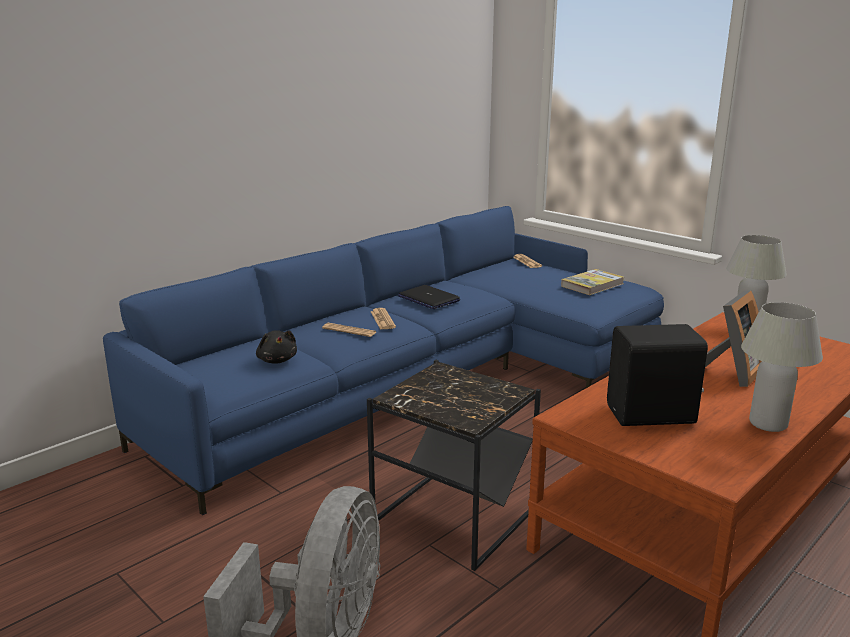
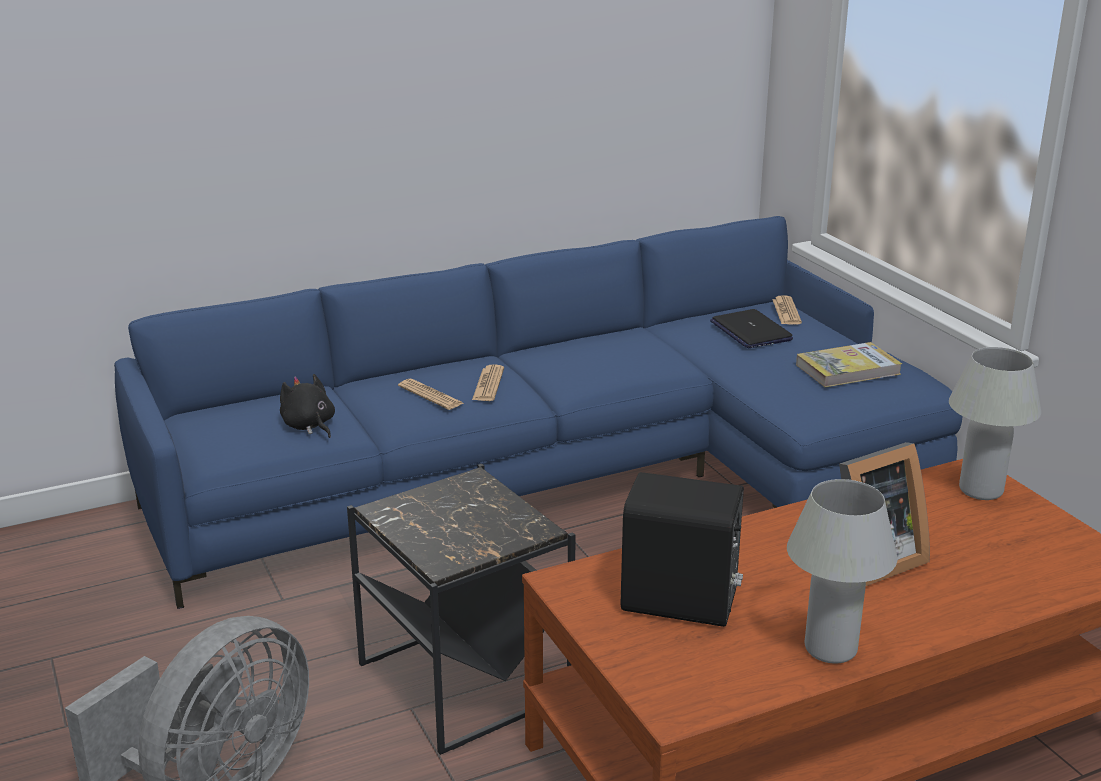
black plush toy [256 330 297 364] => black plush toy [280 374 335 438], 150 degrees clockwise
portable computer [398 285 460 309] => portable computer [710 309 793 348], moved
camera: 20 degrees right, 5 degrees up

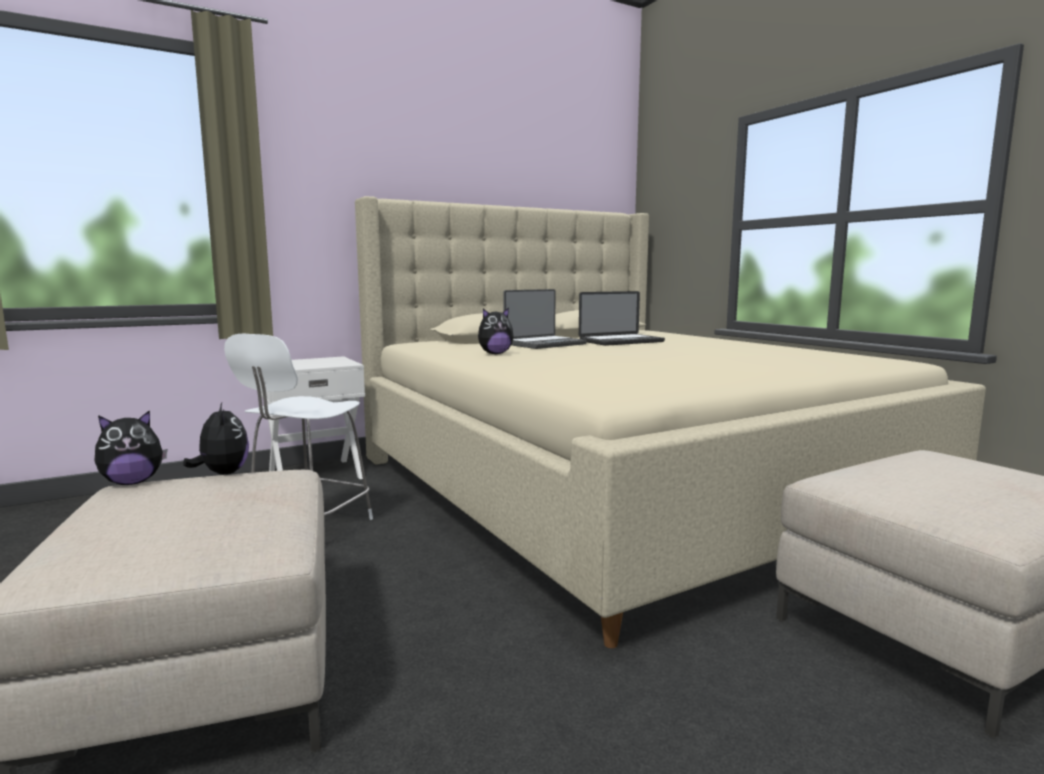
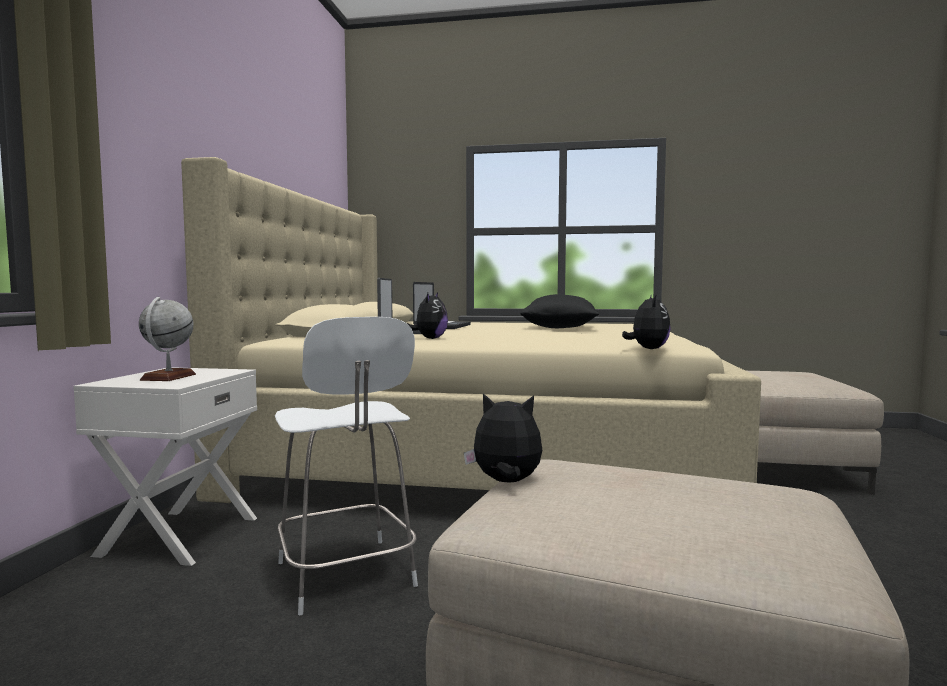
plush toy [95 410 167 485] => plush toy [622 294 671 349], moved
nothing => desk globe [139 297 196 381]
nothing => black pillow [521 294 599 328]
camera: 50 degrees left, 5 degrees down

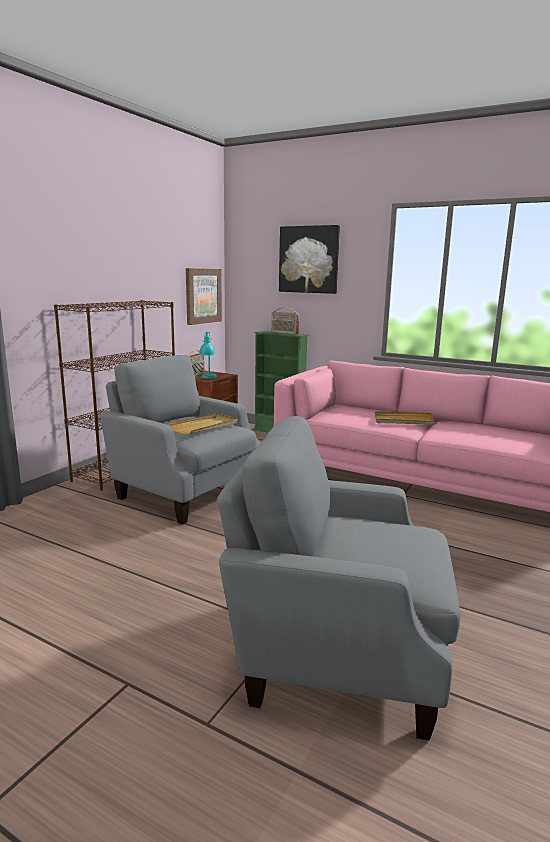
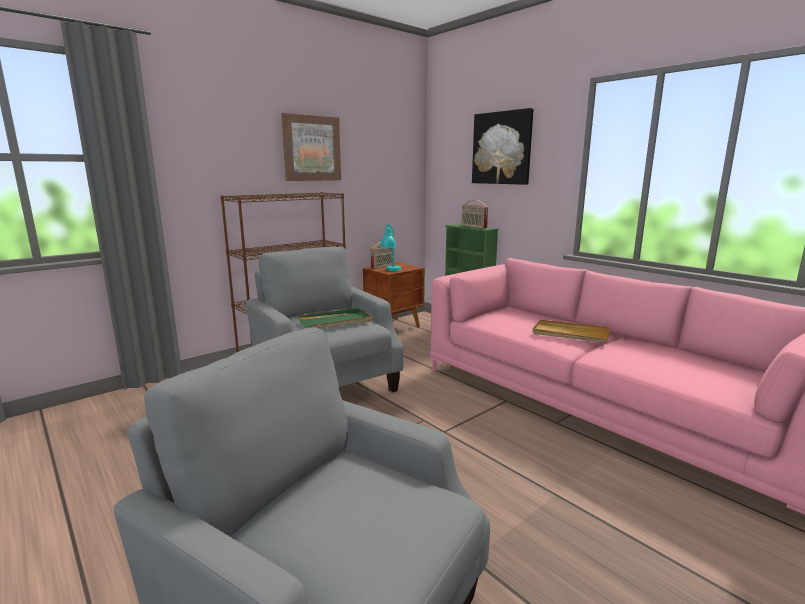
beige tray [167 413 237 435] => green-coloured tray [298 308 373 328]
picture [186 268 222 325] => picture [281 113 341 181], moved
camera: 20 degrees right, 0 degrees up

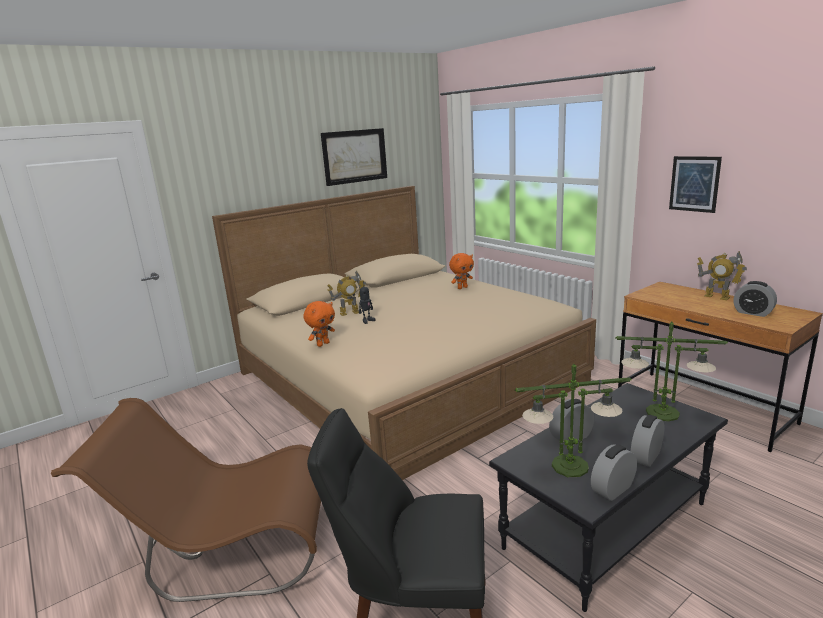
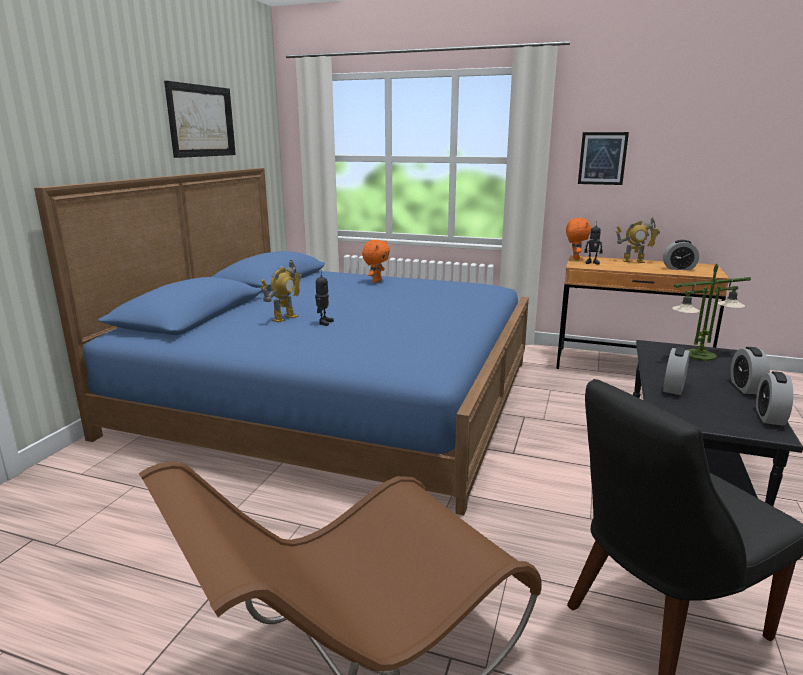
beige sleeping bed [212 186 596 480] => blue-coloured sleeping bed [34 168 529 515]
orangey plush toy [303 301 335 347] => orangey plush toy [566 218 591 260], moved
tabletop lamp [514 364 631 477] => nothing
nothing => robot figure [584 223 603 265]
camera: 35 degrees left, 0 degrees up

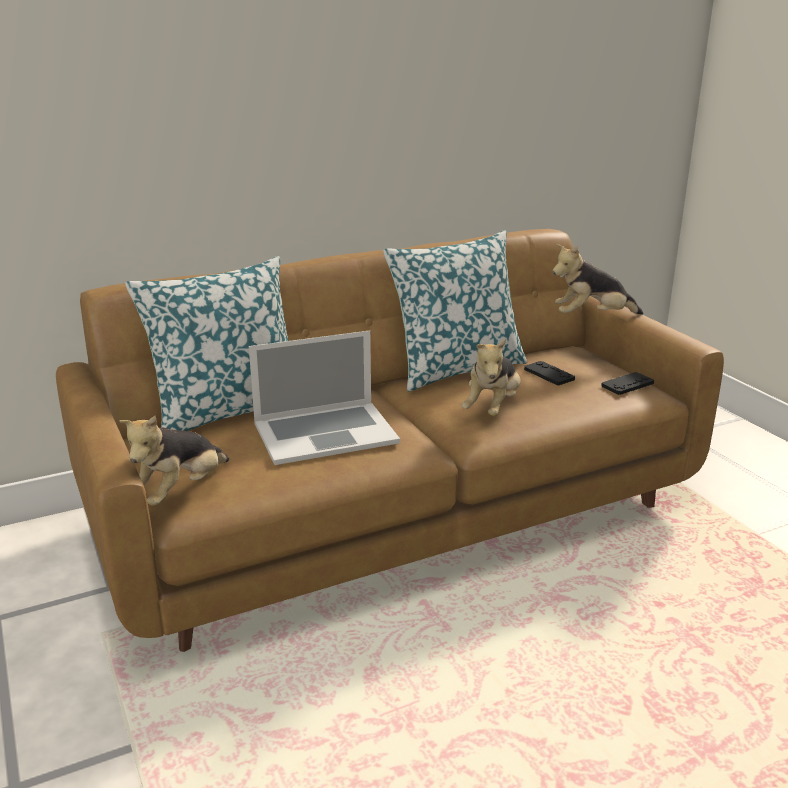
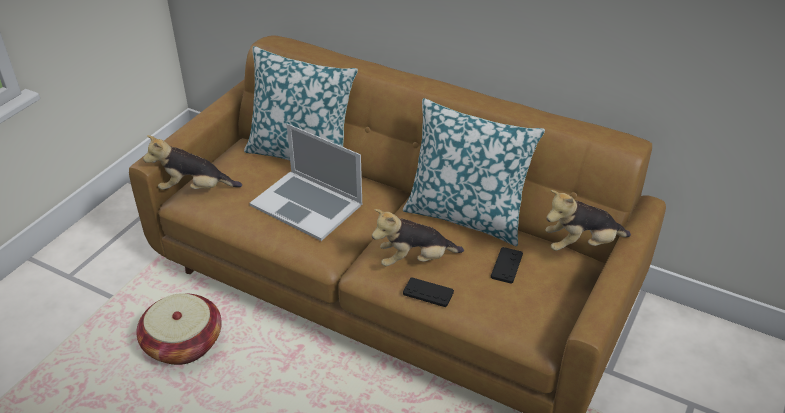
plush toy [552 244 643 315] => plush toy [545 190 631 251], 60 degrees counterclockwise
black game controller [601 372 654 395] => black game controller [403 277 454 307], moved
nothing => storage basket [136 293 222 365]
camera: 55 degrees right, 15 degrees up

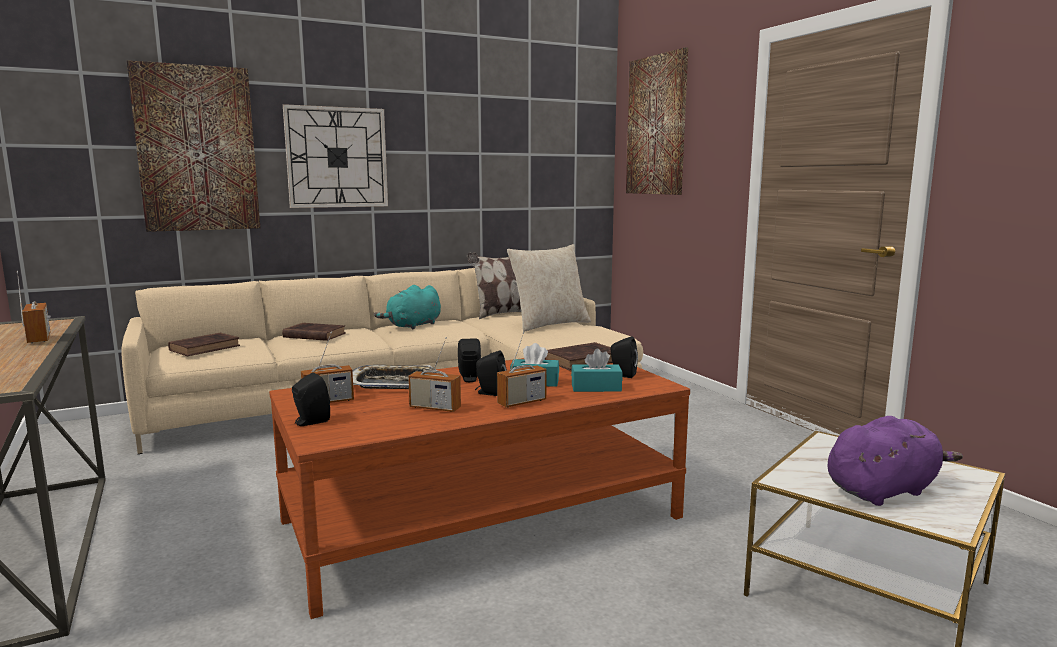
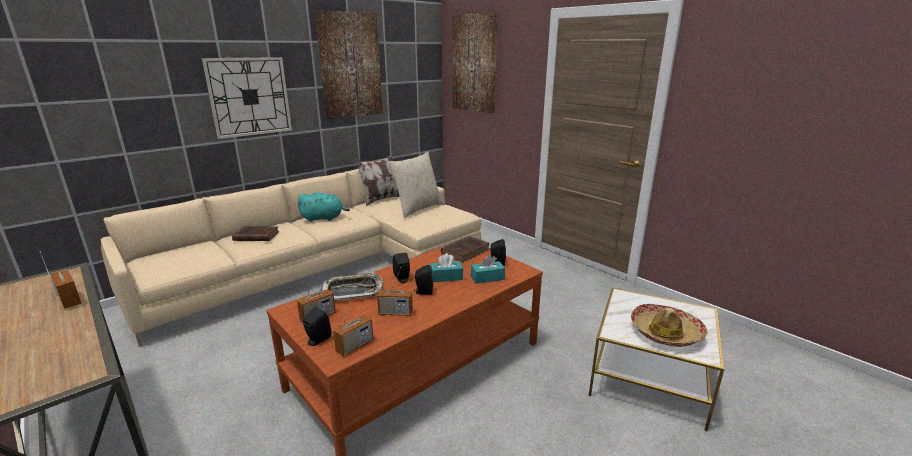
picture [127 60 260 232] => picture [315 10 383 119], moved
brownish bound book [168 333 240 356] => nothing
turquoise-coloured plush toy [374 285 441 329] => turquoise-coloured plush toy [297 192 350 222], 120 degrees counterclockwise
radio [497 332 547 408] => radio [333 294 374 357], moved
purplish plush toy [828 416 963 506] => hat [631 304 708 347]
camera: 15 degrees left, 10 degrees up

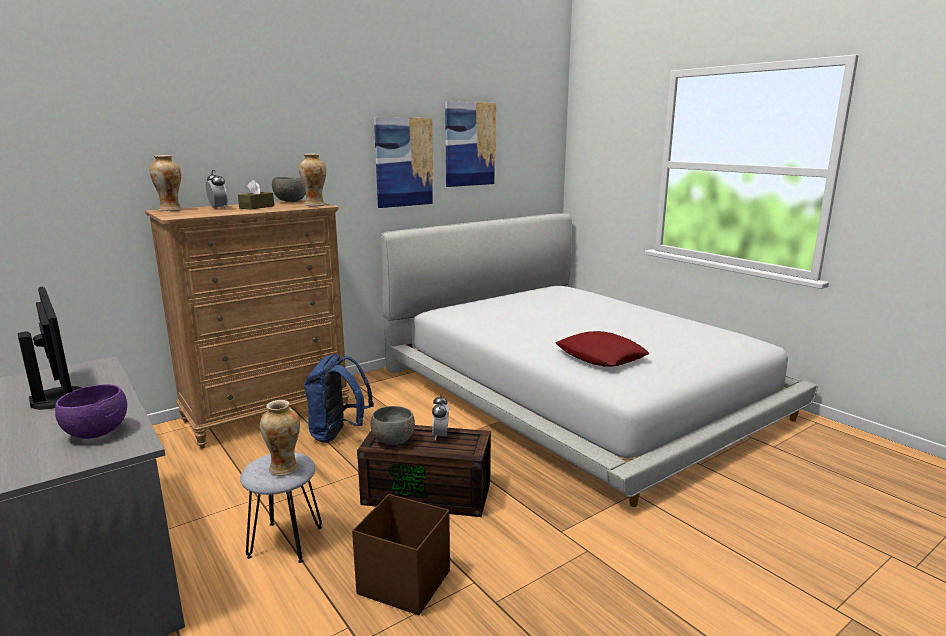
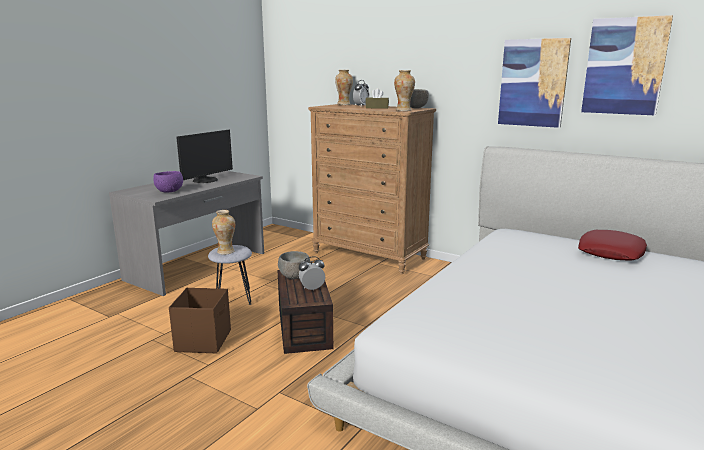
blue-coloured rucksack [304 354 374 443] => nothing
red-coloured pillow [556 331 650 367] => red-coloured pillow [578 230 647 261], moved
camera: 70 degrees right, 0 degrees up

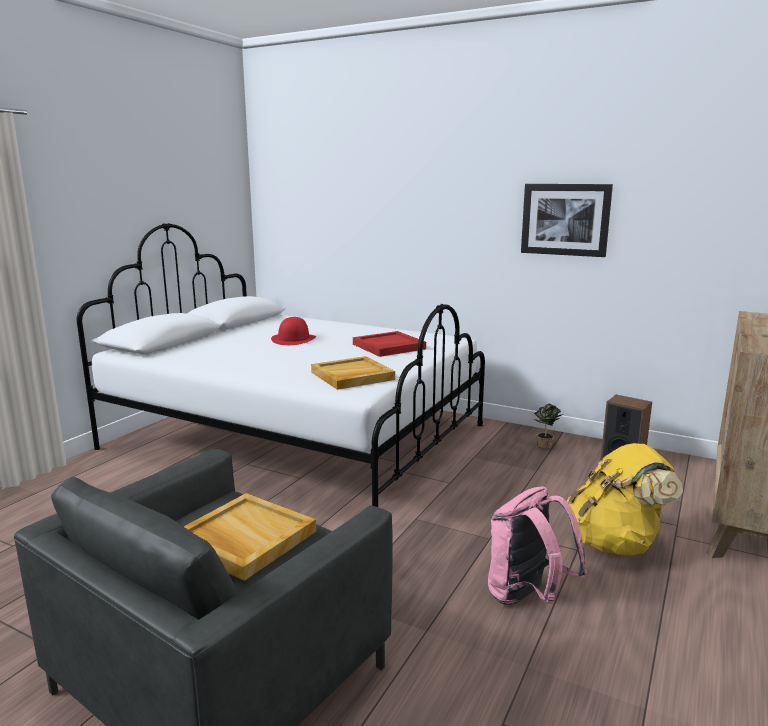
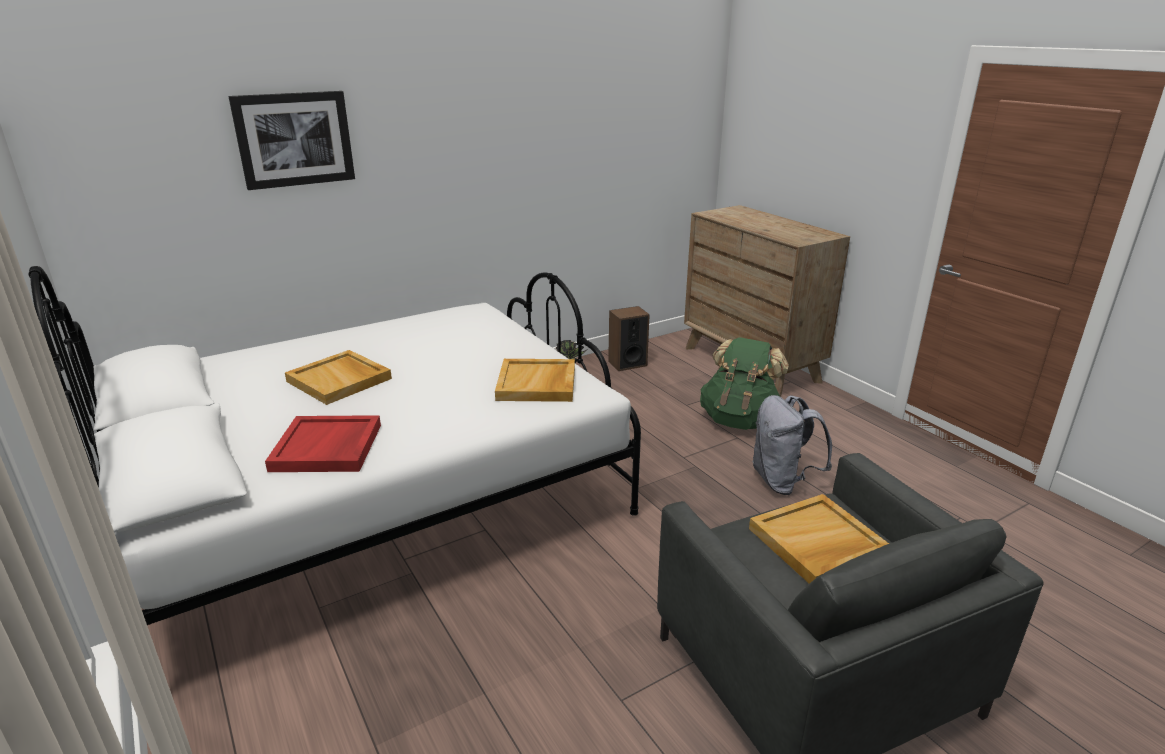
red-coloured hat [271 317 316 345] => beige tray [285 350 392 405]
red-coloured tray [353 331 426 357] => red-coloured tray [265 415 381 472], moved
pinkish rucksack [488 487 586 605] => grey rucksack [752 395 832 495]
picture [521 184 613 257] => picture [229 91 355 190], moved
yellow-coloured rucksack [567 443 683 555] => green-coloured rucksack [700 337 789 430]
camera: 60 degrees left, 10 degrees up

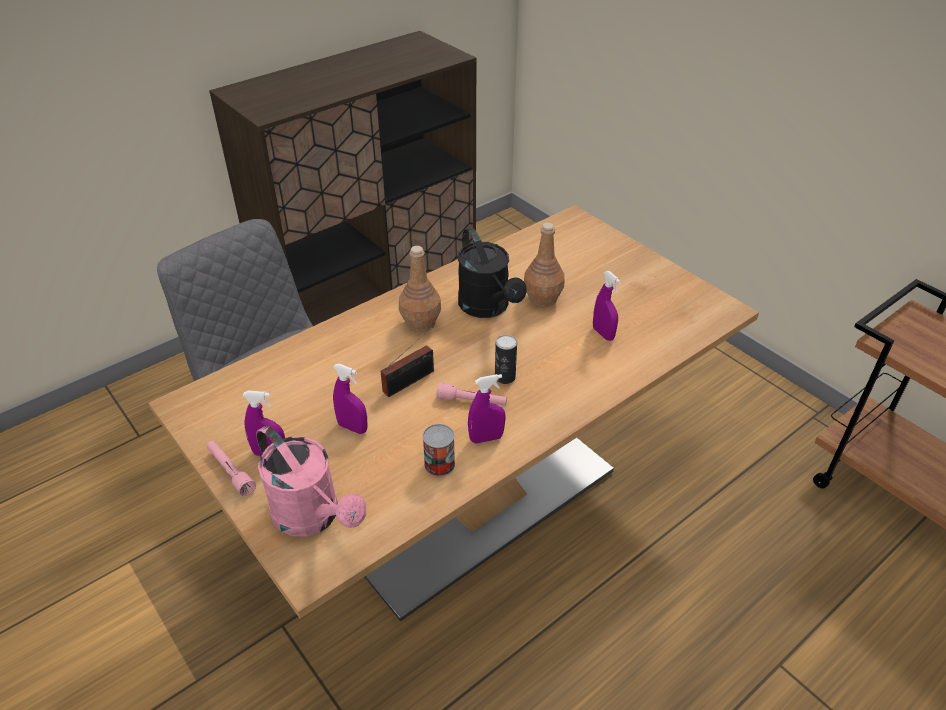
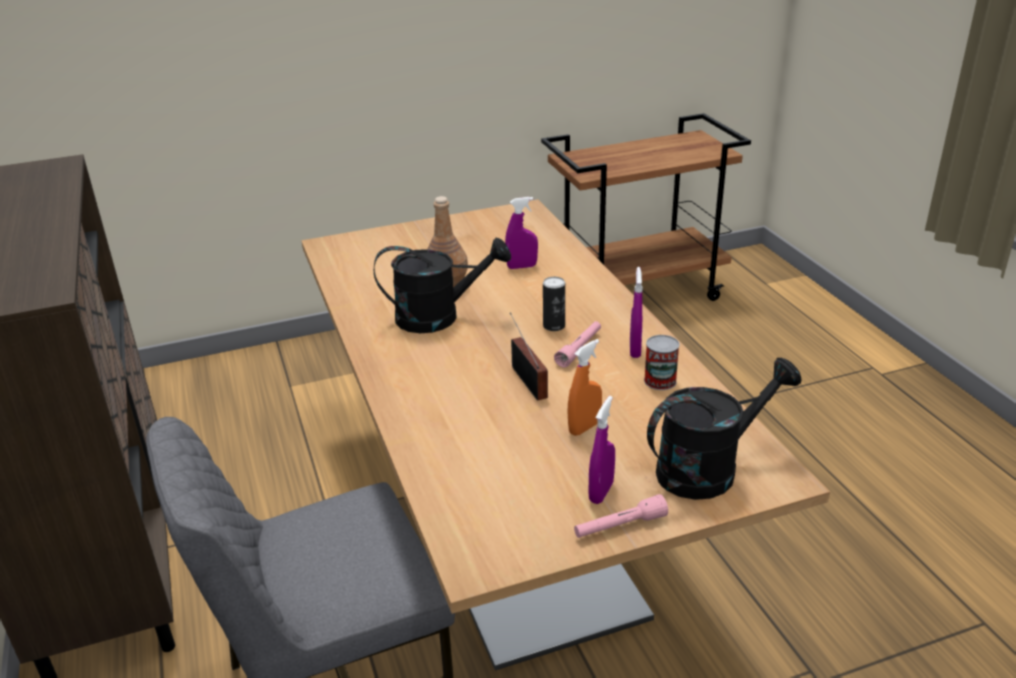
pinkish watering can [256 425 367 536] => black watering can [647 358 802 500]
purplish sprayer [333 364 367 434] => orangey sprayer [567 339 602 436]
brownish beverage bottle [399 246 441 332] => nothing
camera: 70 degrees left, 10 degrees down

